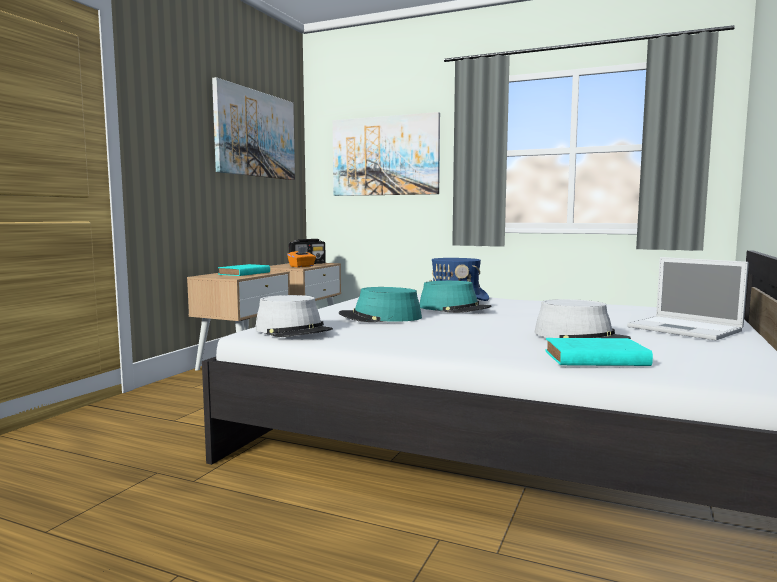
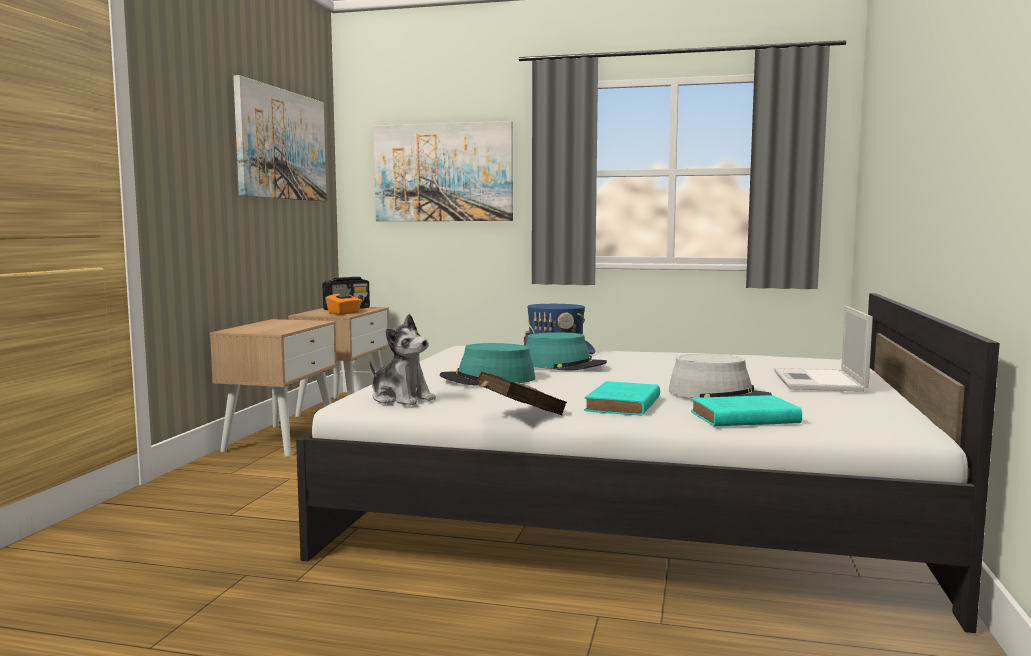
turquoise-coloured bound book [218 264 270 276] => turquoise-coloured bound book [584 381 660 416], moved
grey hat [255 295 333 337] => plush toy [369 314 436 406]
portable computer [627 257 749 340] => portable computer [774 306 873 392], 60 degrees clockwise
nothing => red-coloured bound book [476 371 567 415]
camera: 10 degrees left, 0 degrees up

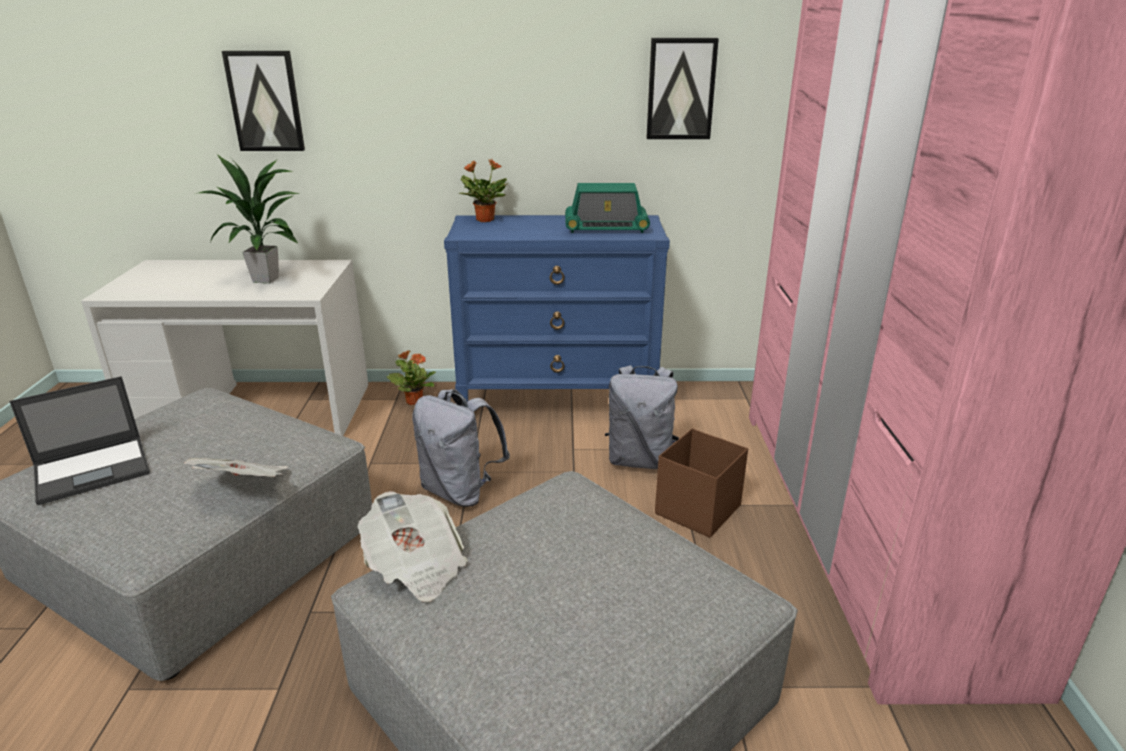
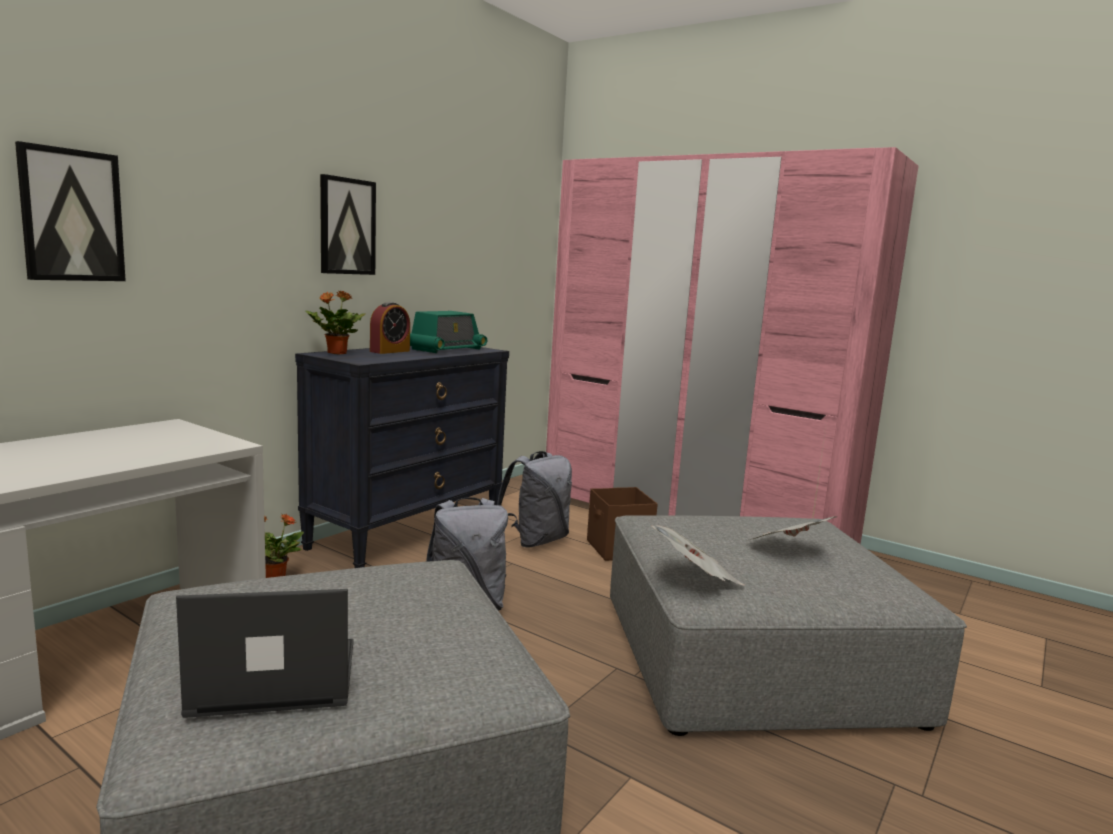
portable computer [9 376 150 505] => portable computer [176 589 354 718], 105 degrees counterclockwise
newspaper [184 458 287 477] => newspaper [750 516 836 540], moved
houseplant [193 154 299 284] => nothing
blue-coloured dresser [444 215 670 402] => black dresser [295 346 509 568]
picture [646 38 719 139] => picture [320 174 376 275], moved
nothing => table clock [370 302 410 354]
camera: 55 degrees left, 15 degrees down

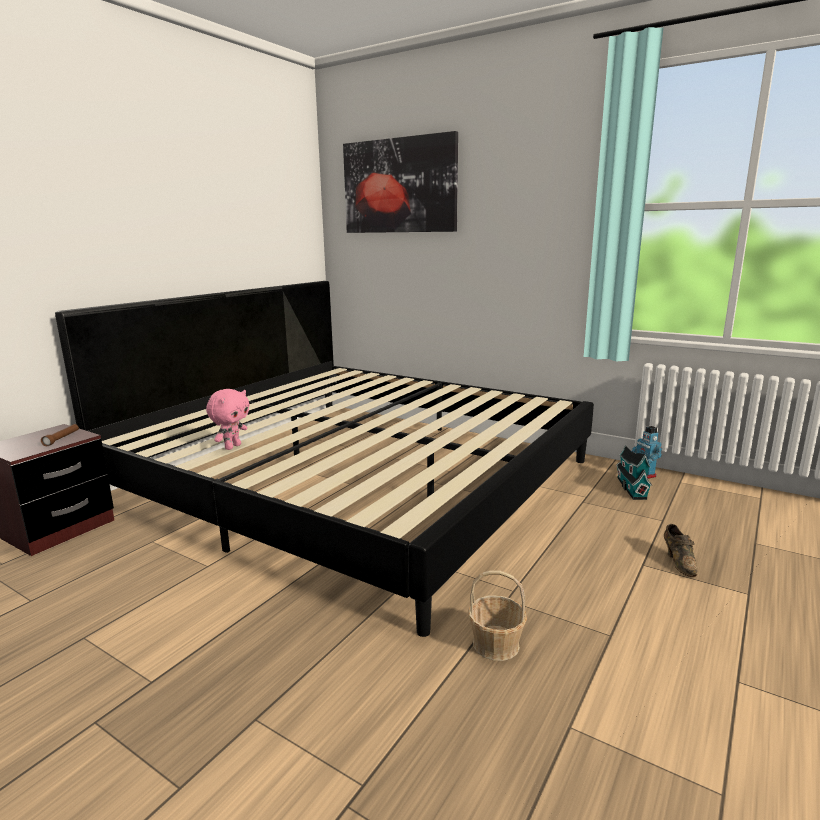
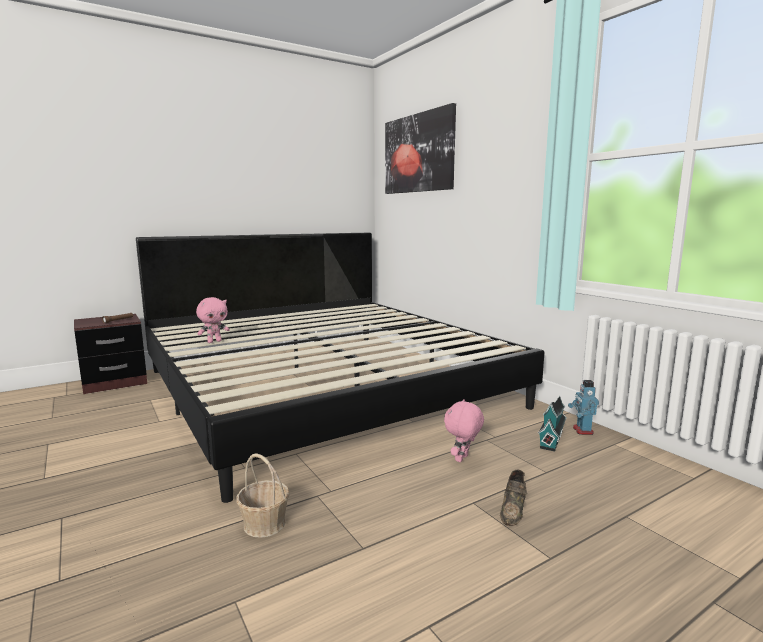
nothing => pinkish plush toy [444 400 484 462]
camera: 25 degrees right, 5 degrees down

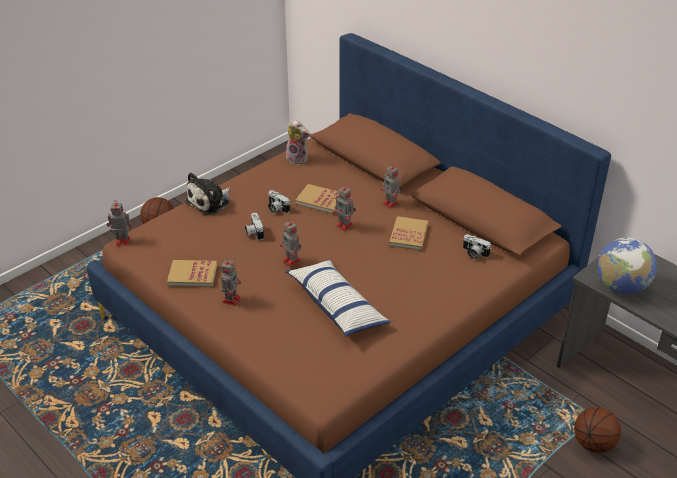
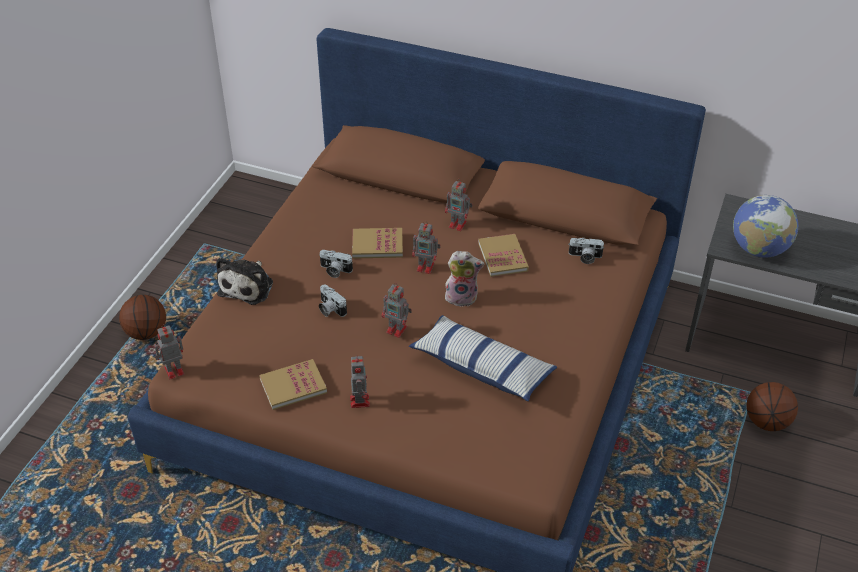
plush toy [286 119 310 165] => plush toy [445 251 484 307], moved
camera: 25 degrees left, 5 degrees up

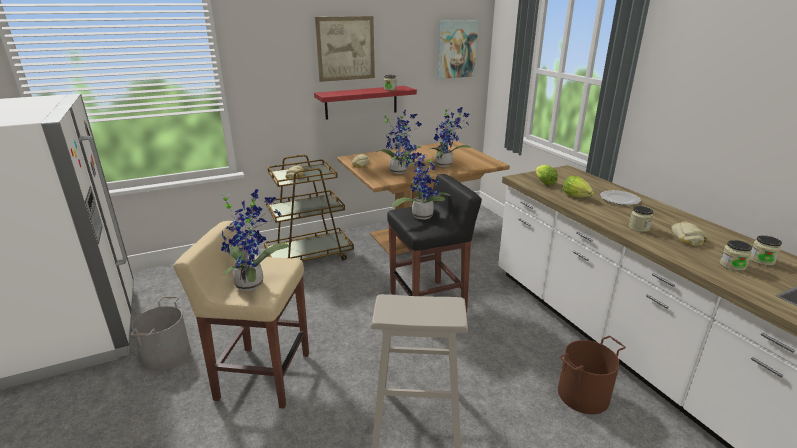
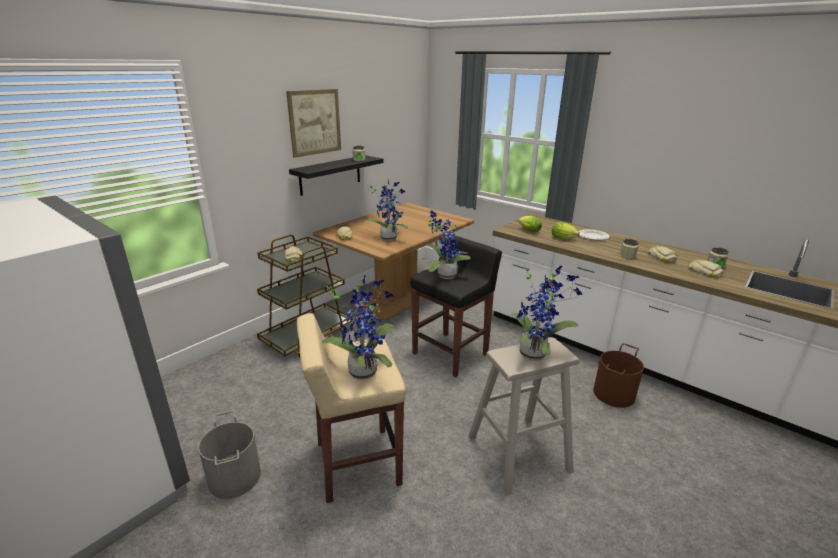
red-coloured bracket shelf [314 86 417 120] => black bracket shelf [289 155 383 196]
houseplant [428 107 471 167] => houseplant [509 265 582 360], moved
picture [437 20 479 79] => nothing
preserve jar [720 240 752 271] => baked bread [688 260 724 278]
camera: 25 degrees left, 0 degrees up

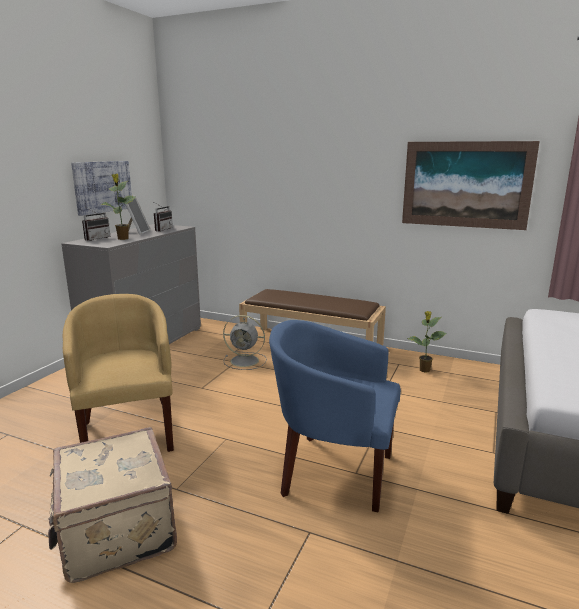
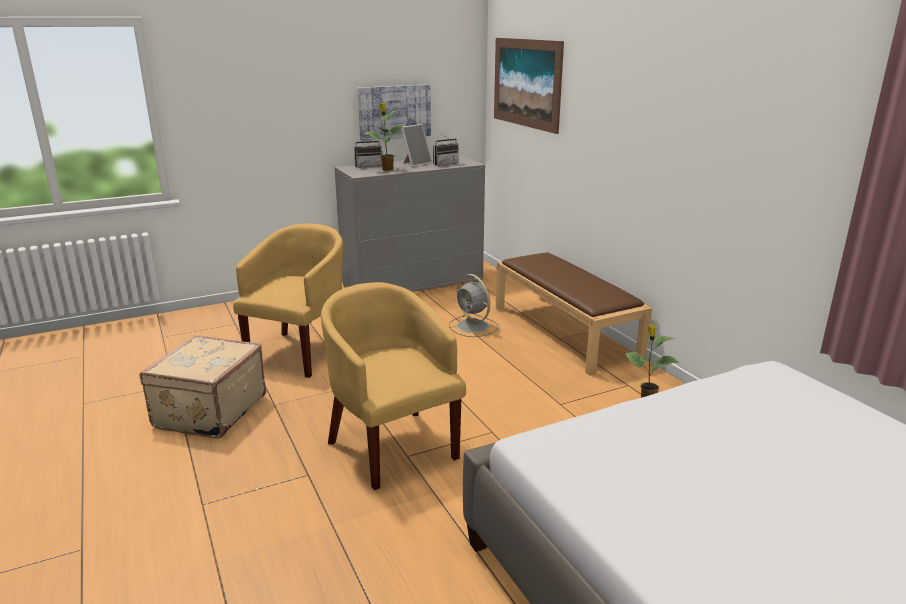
blue-coloured lounge chair [269 320 401 512] => yellow-coloured lounge chair [321 282 466 490]
picture [402 141 540 230] => picture [494 38 564 134], moved
camera: 40 degrees right, 5 degrees up

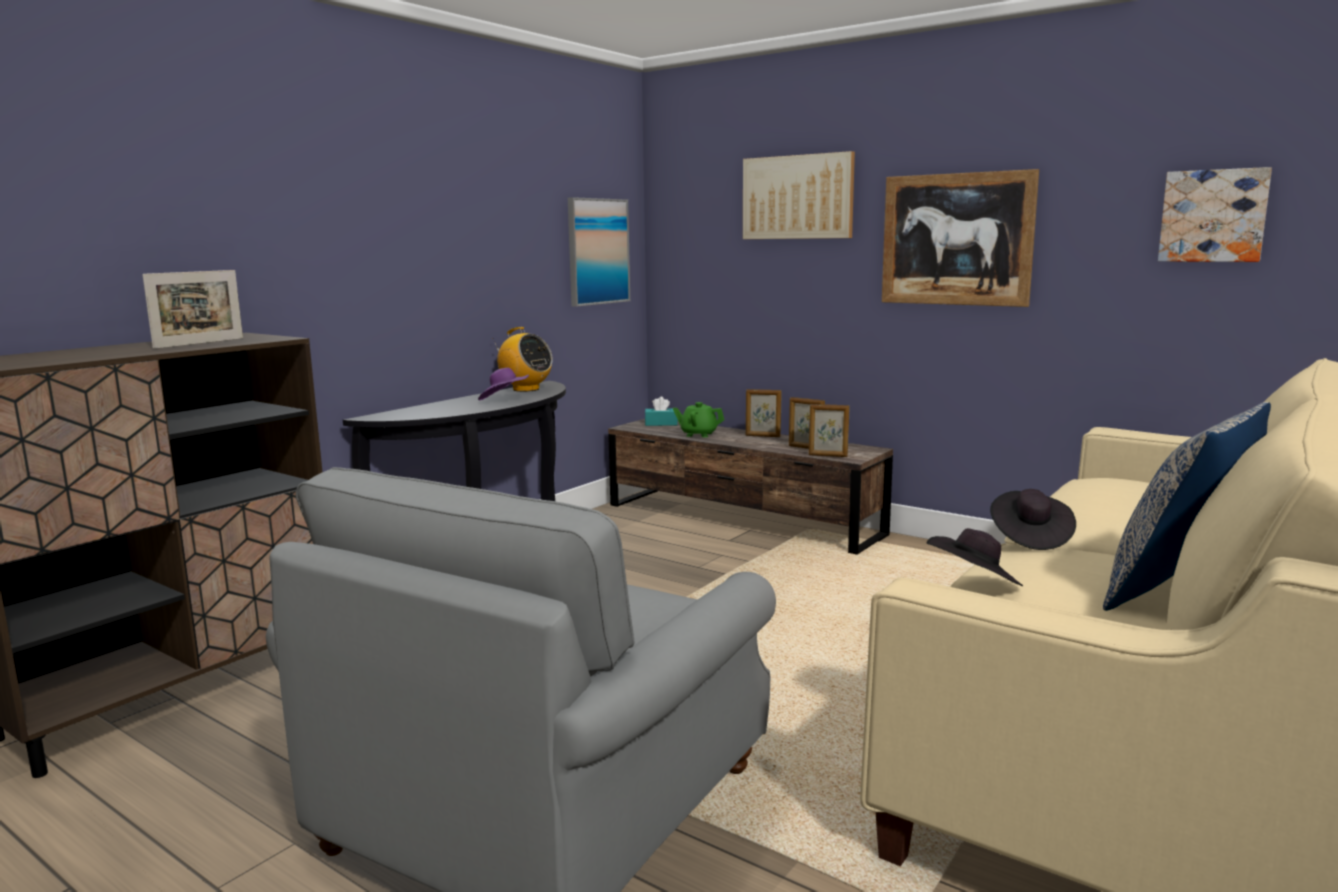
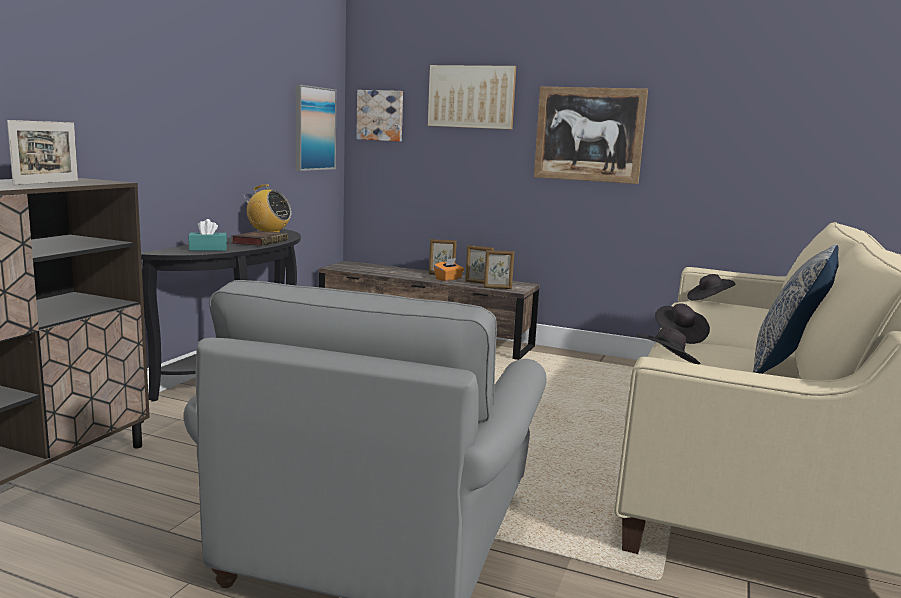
purplish hat [478 368 529 401] => bound book [232 231 288 246]
turquoise-coloured tissue holder [645 396 678 426] => turquoise-coloured tissue holder [188 219 227 251], moved
green-coloured tea pot [673 402 724 437] => nothing
picture [1158 167 1272 262] => picture [356 90 403 142], moved
nothing => orangey tissue holder [434 258 464 281]
nothing => black hat [687 274 736 301]
camera: 15 degrees left, 0 degrees up

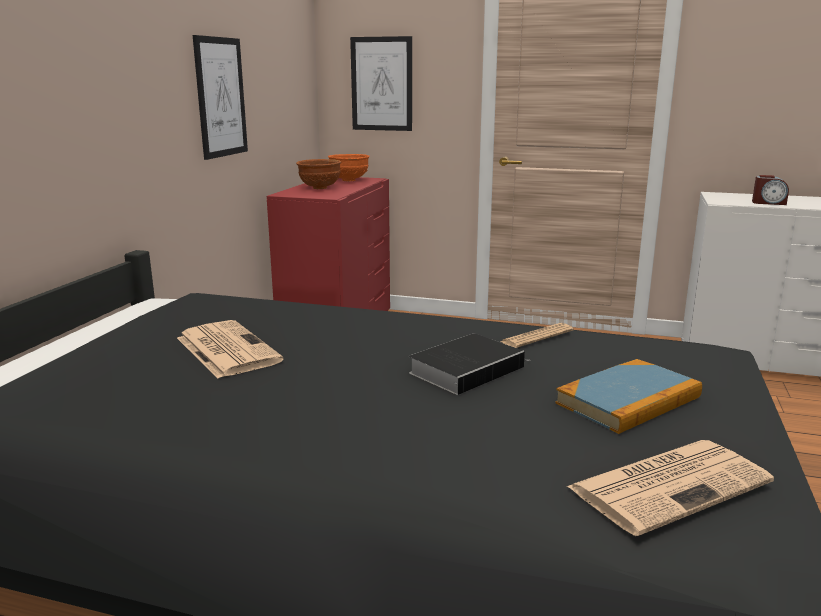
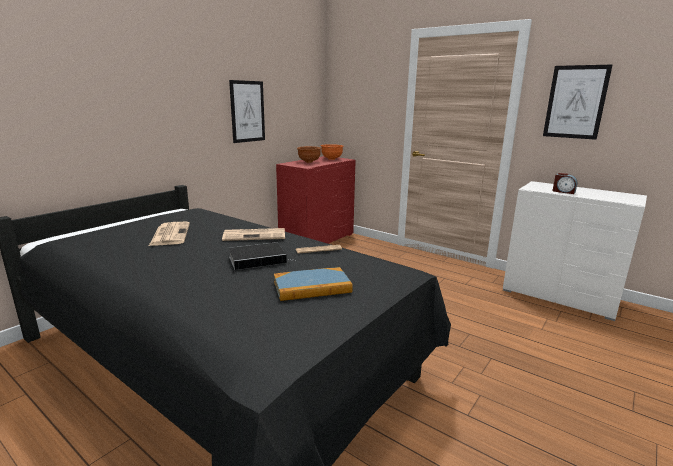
picture [350 36 412 131] => picture [543 65 612 140], moved
newspaper [566 440 774 536] => newspaper [222 228 285 241], moved
camera: 20 degrees right, 0 degrees up

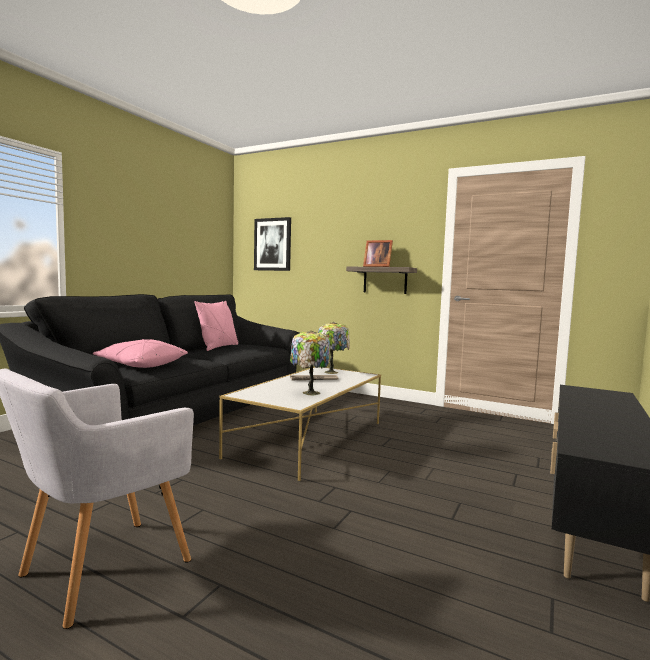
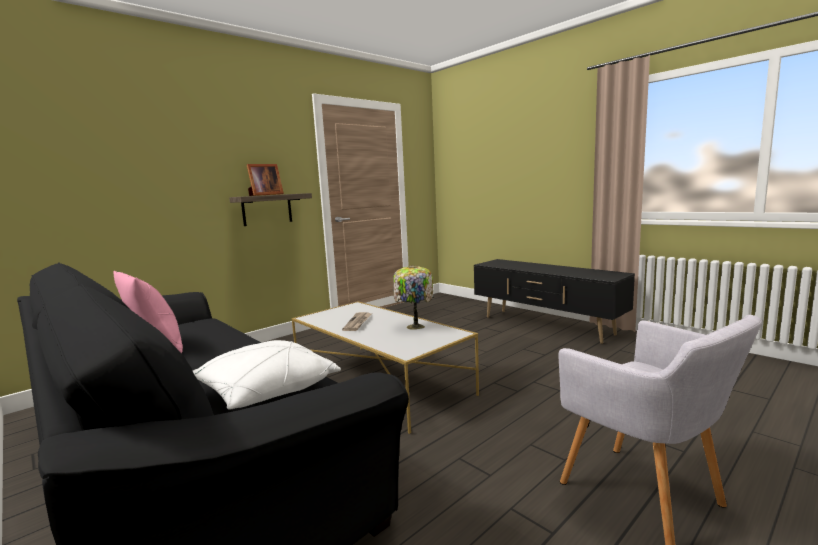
pinkish pillow [93 339 188 368] => white-coloured pillow [193 340 341 410]
picture [254 217 291 271] => nothing
tabletop lamp [318 322 350 374] => nothing
camera: 70 degrees left, 5 degrees up

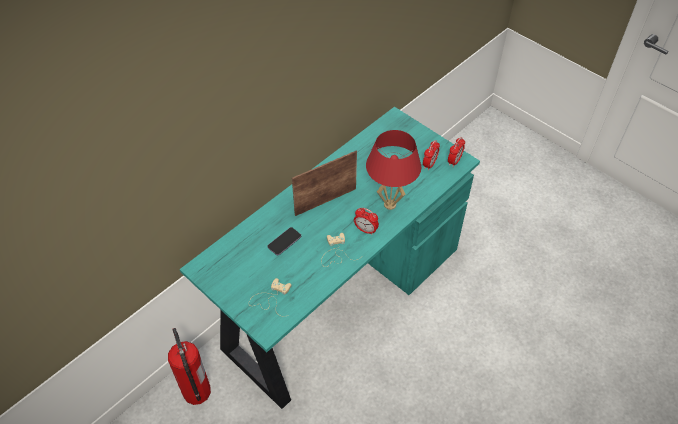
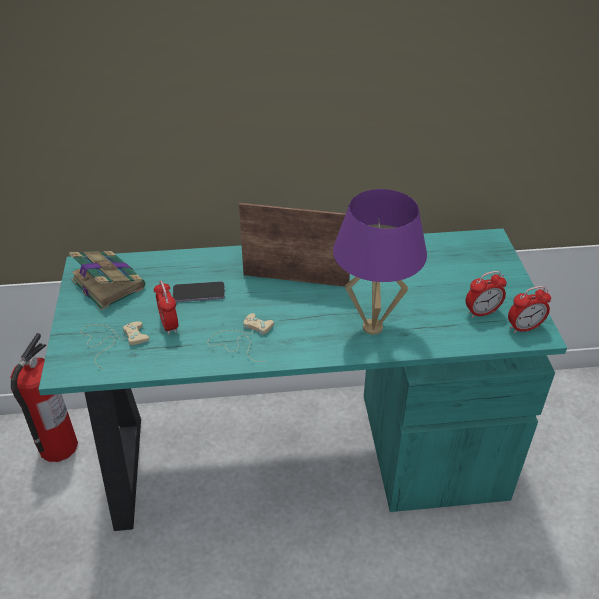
table clock [354 208 379 235] => table clock [154 281 178 335], moved
red-coloured tabletop lamp [366 130 421 210] => purplish tabletop lamp [333 189 427 335]
nothing => bound book [69 251 145 310]
camera: 40 degrees right, 10 degrees down

